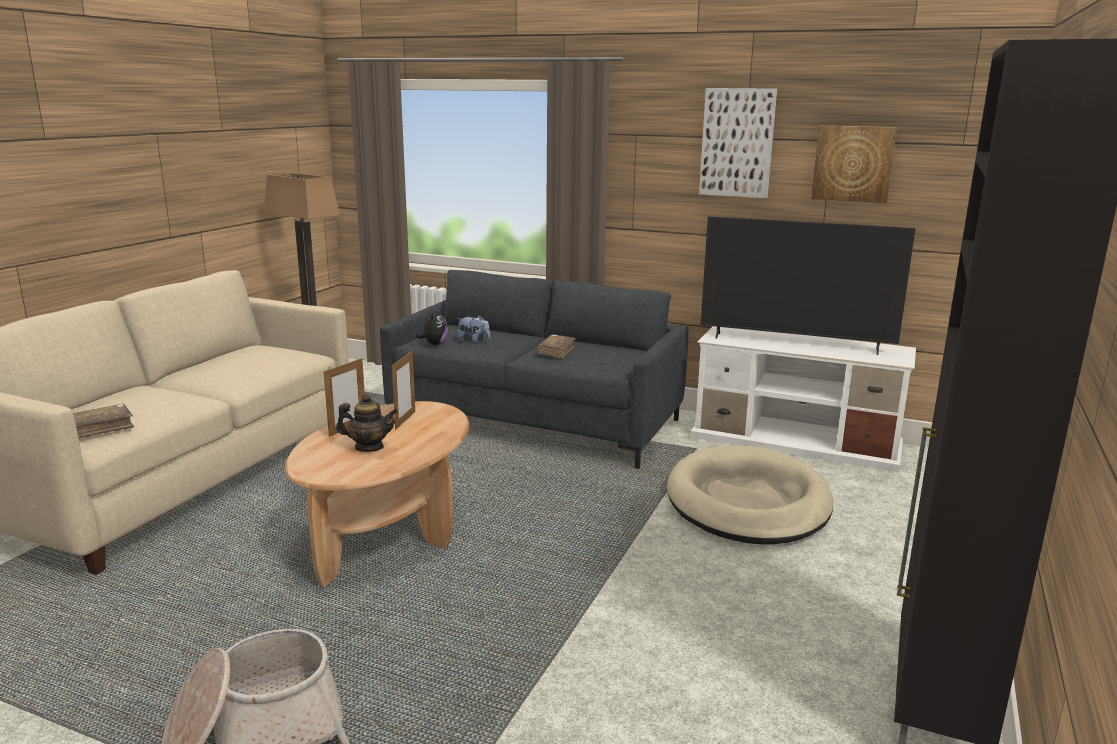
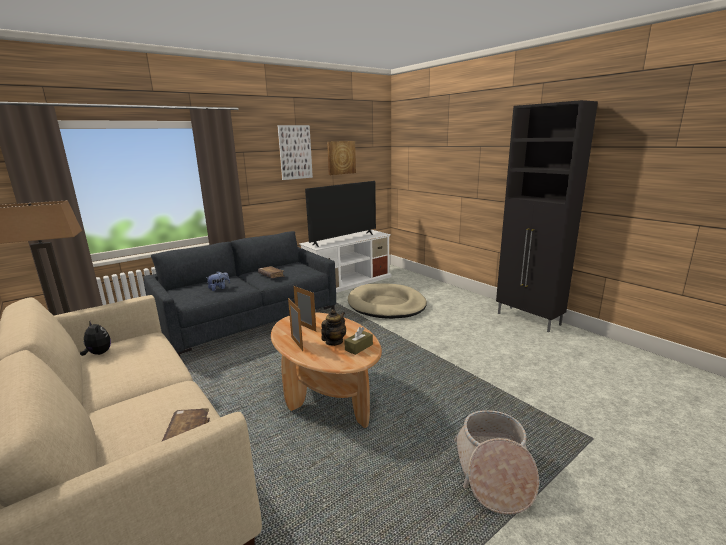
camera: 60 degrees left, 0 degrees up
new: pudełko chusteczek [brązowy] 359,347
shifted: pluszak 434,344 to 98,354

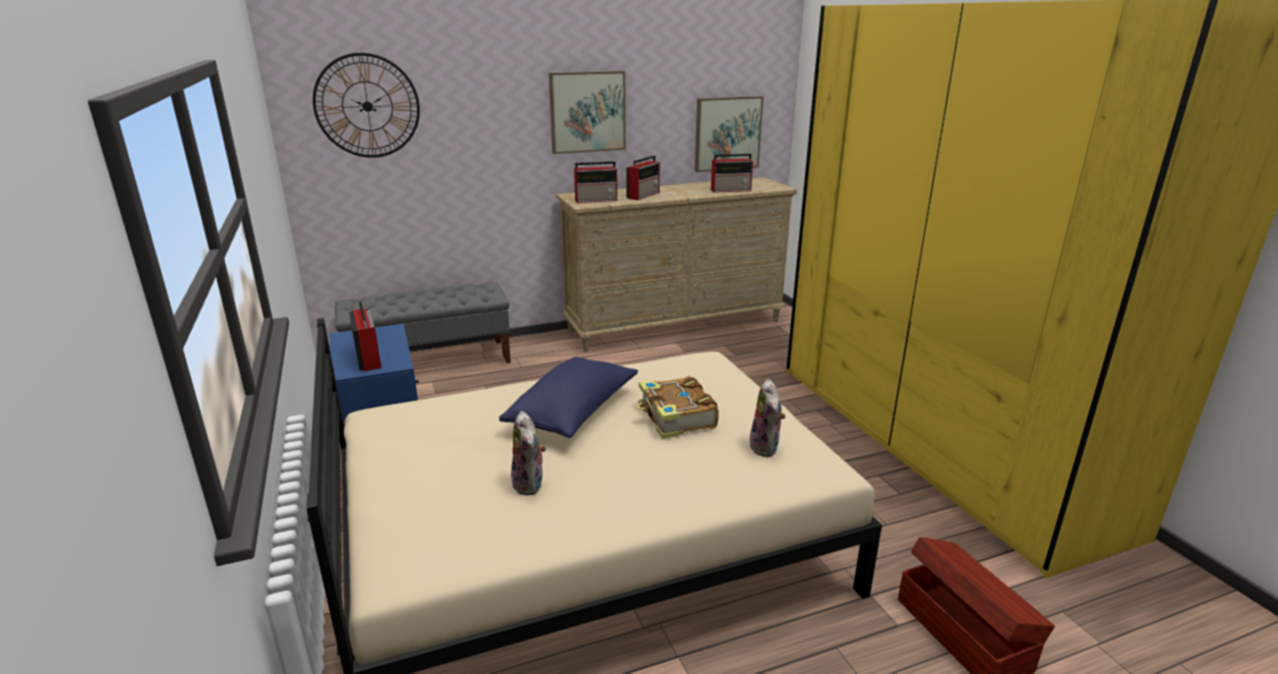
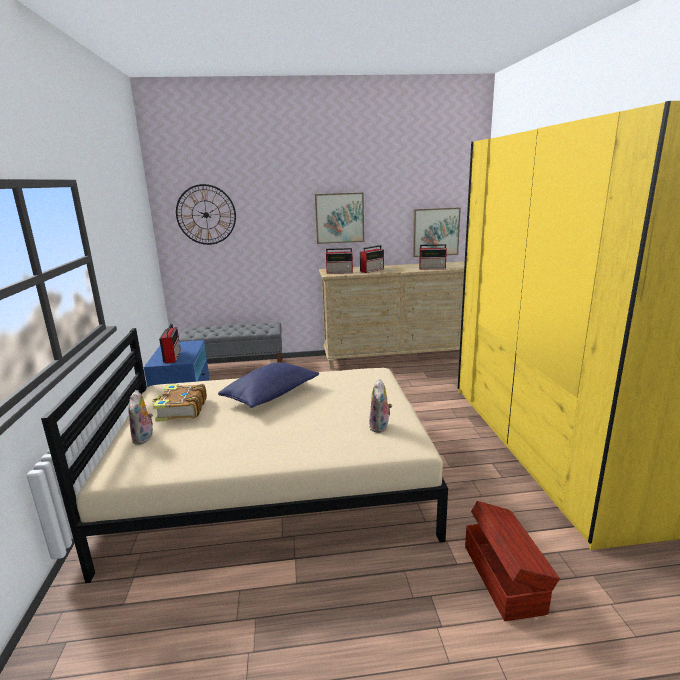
camera: 15 degrees right, 5 degrees down
shifted: pluszak 530,484 to 144,438; książka 676,418 to 181,410

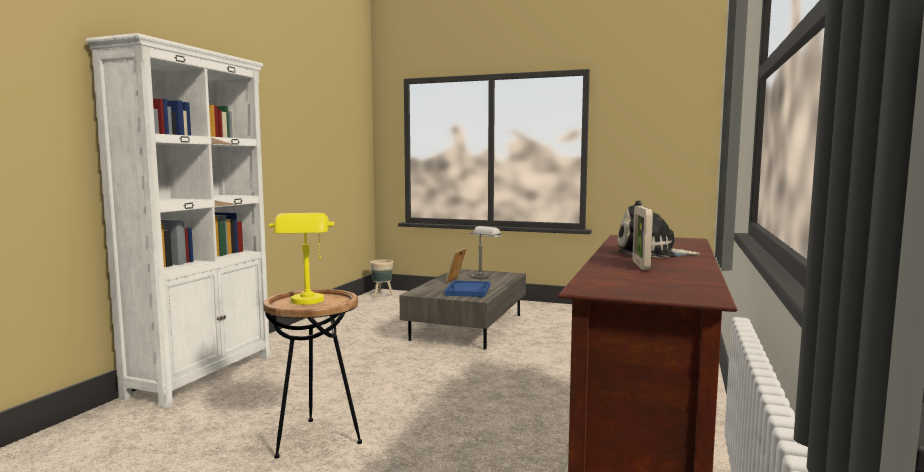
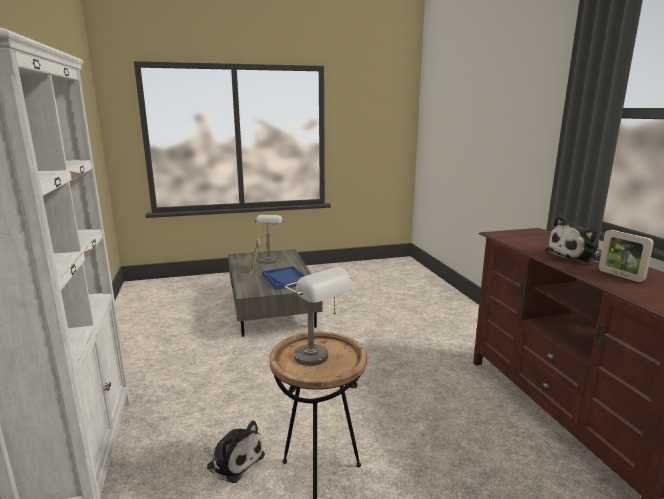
camera: 35 degrees left, 10 degrees up
gone: donica [beżowy] 382,295
new: pluszak 233,460
repainted: lampa stołowa [żółty] 307,303 to lampa stołowa [szary] 320,361

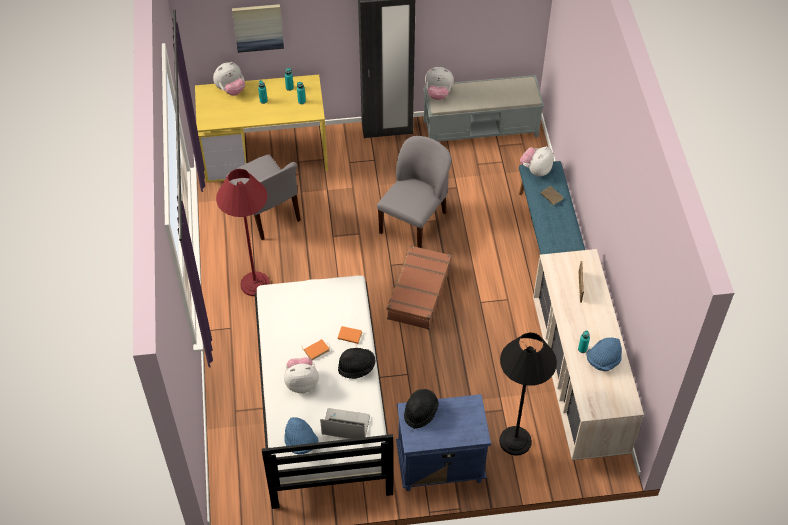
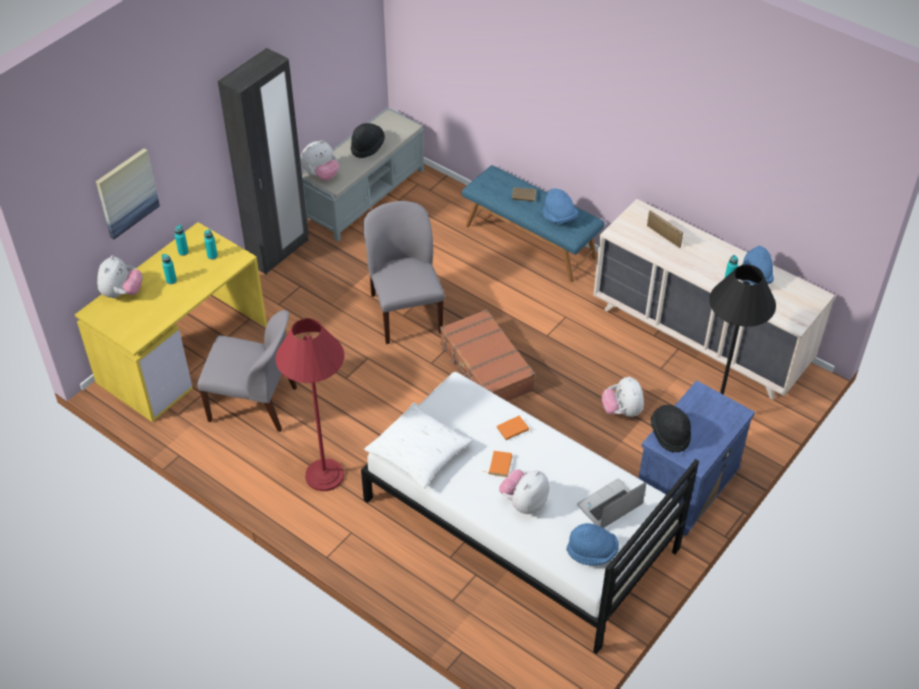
camera: 45 degrees left, 5 degrees down
new: poduszka [biały] 419,453; kapelusz [niebieski] 559,217
shifted: kapelusz [czarny] 357,367 to 367,147; pluszak 536,170 to 622,411

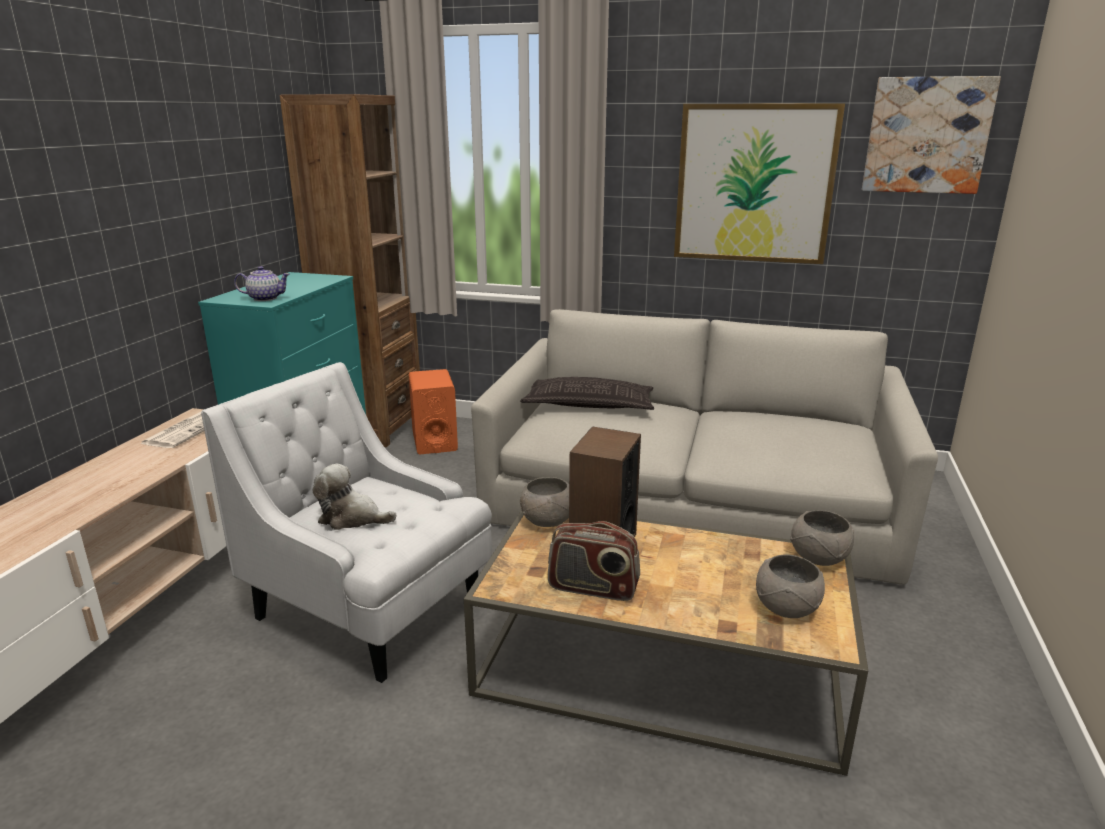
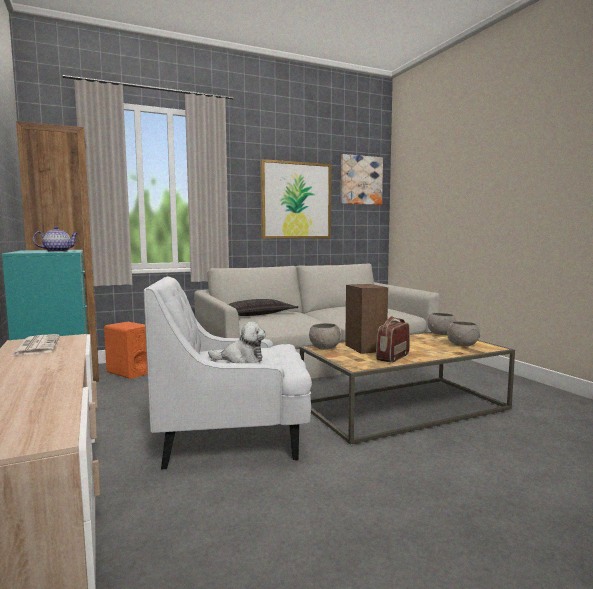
camera: 40 degrees left, 15 degrees down
rotated: pluszak 352,518 = 241,359 150 degrees counterclockwise; radio 593,588 = 392,357 150 degrees clockwise

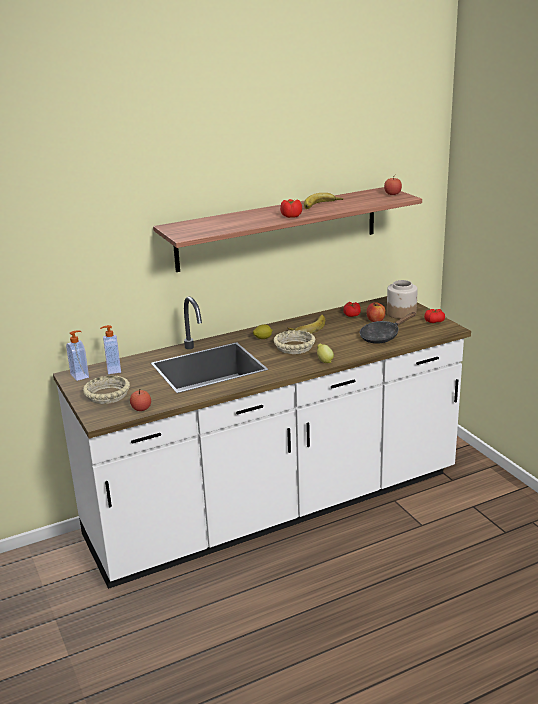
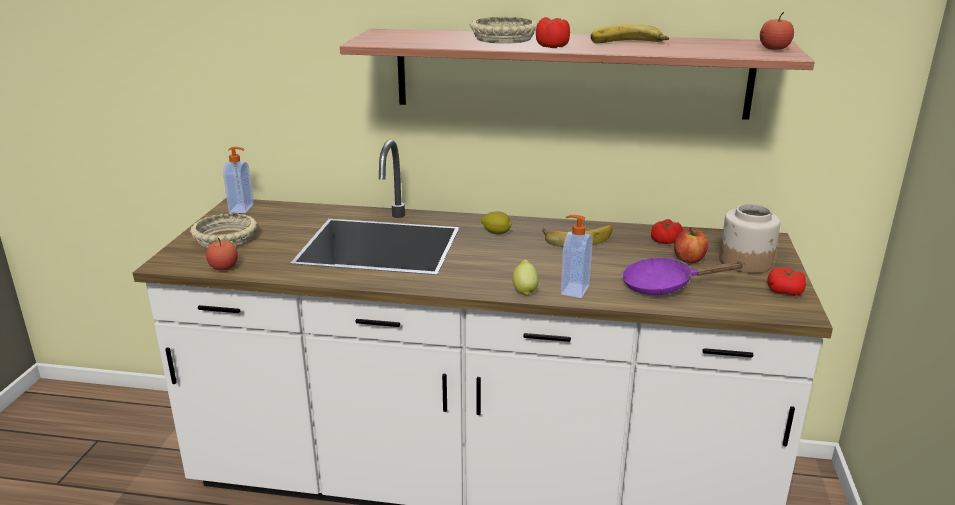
camera: 35 degrees right, 0 degrees up
shifted: dozownik mydła 113,369 to 574,290; miska [beżowy] 294,347 to 502,38
repainted: patelnia [czarny] 382,336 to patelnia [fioletowy] 664,285

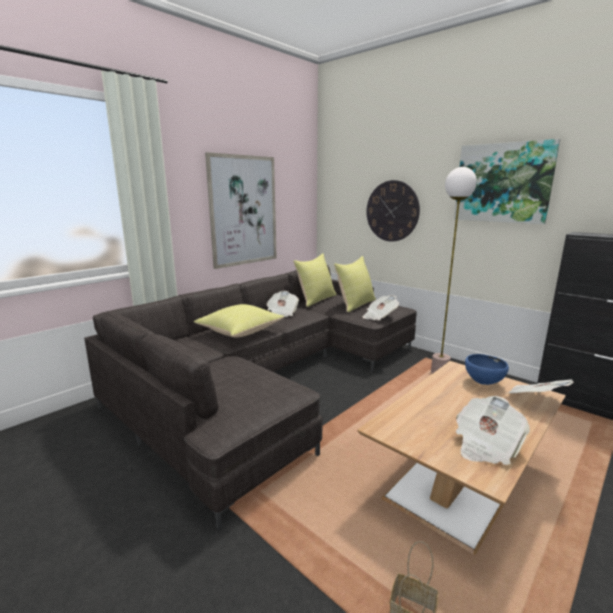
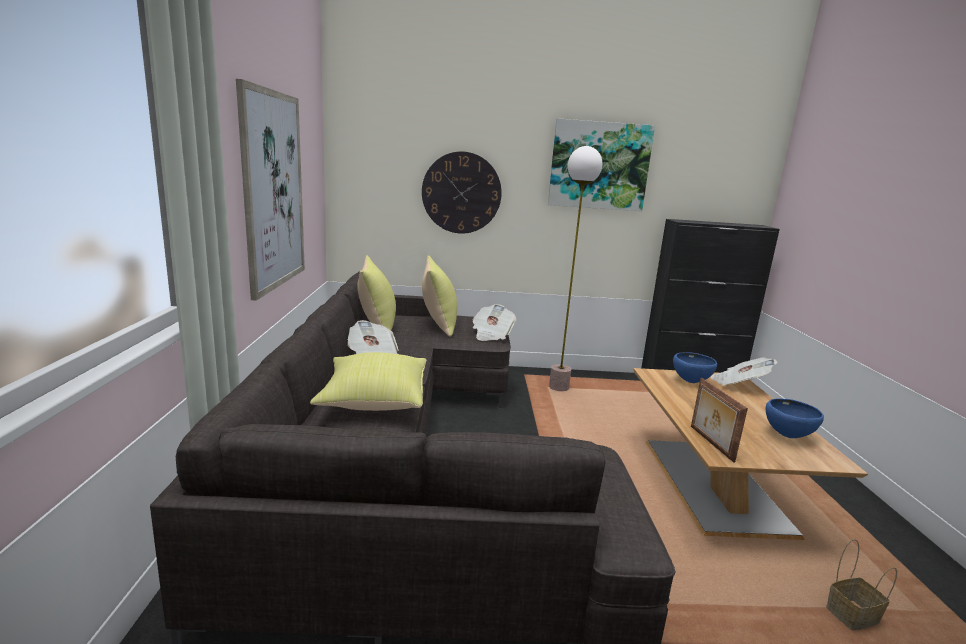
camera: 45 degrees left, 0 degrees up
new: ramka na zdjęcie 710,443
swapped: gazeta 485,445 to miska [niebieski] 788,435

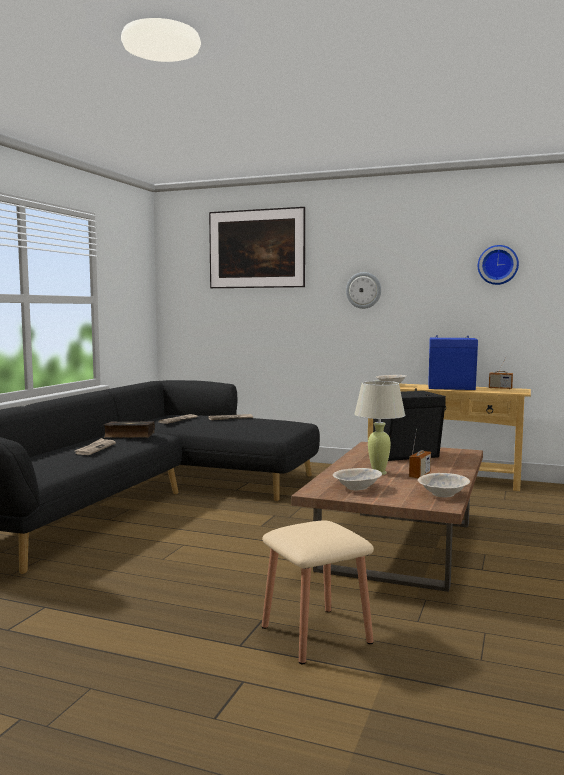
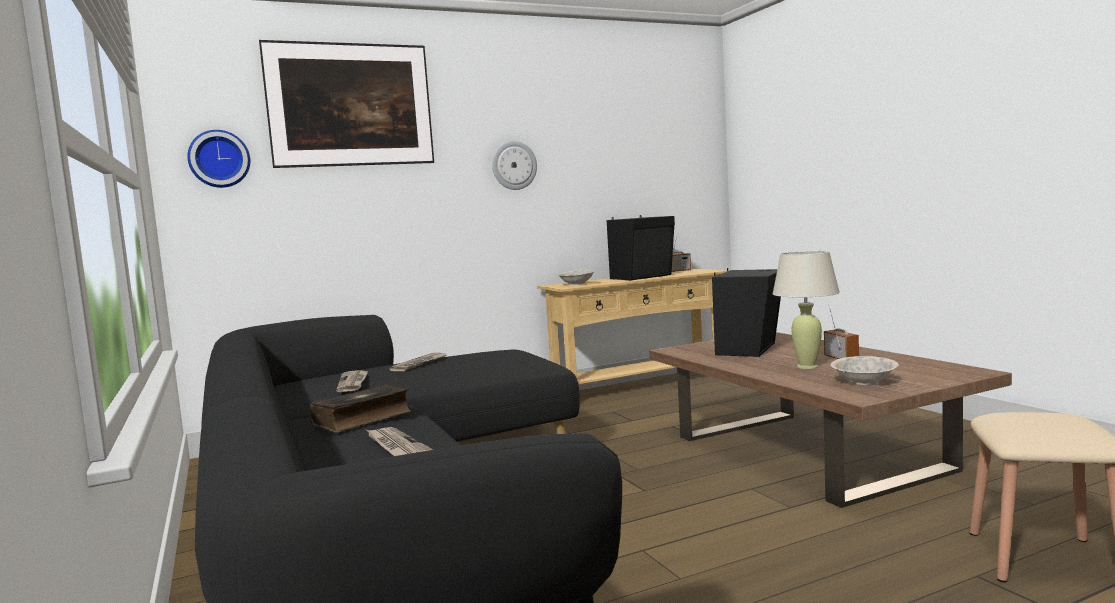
camera: 45 degrees left, 0 degrees up
gone: miska [beżowy] 443,494
shifted: zegar ścienny 498,265 to 219,159
repainted: głośnik [niebieski] 452,388 to głośnik [czarny] 643,277

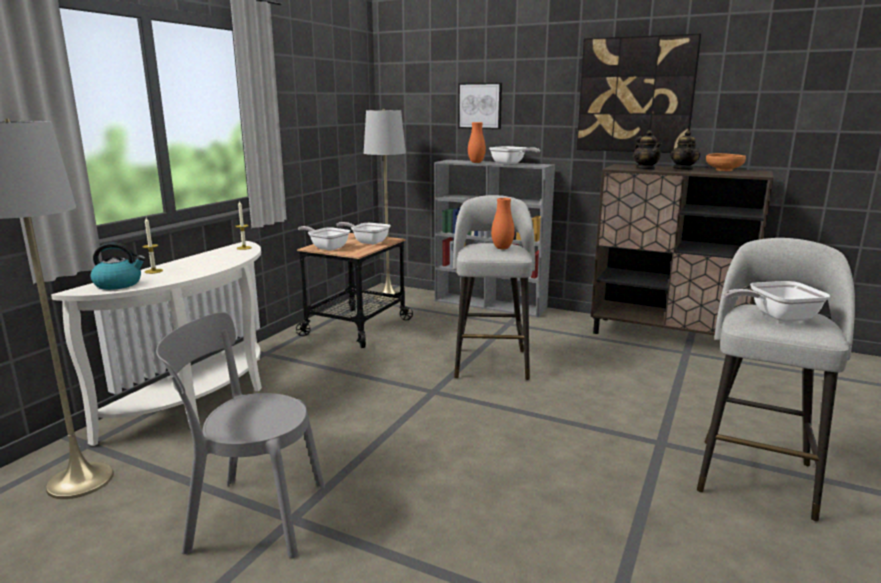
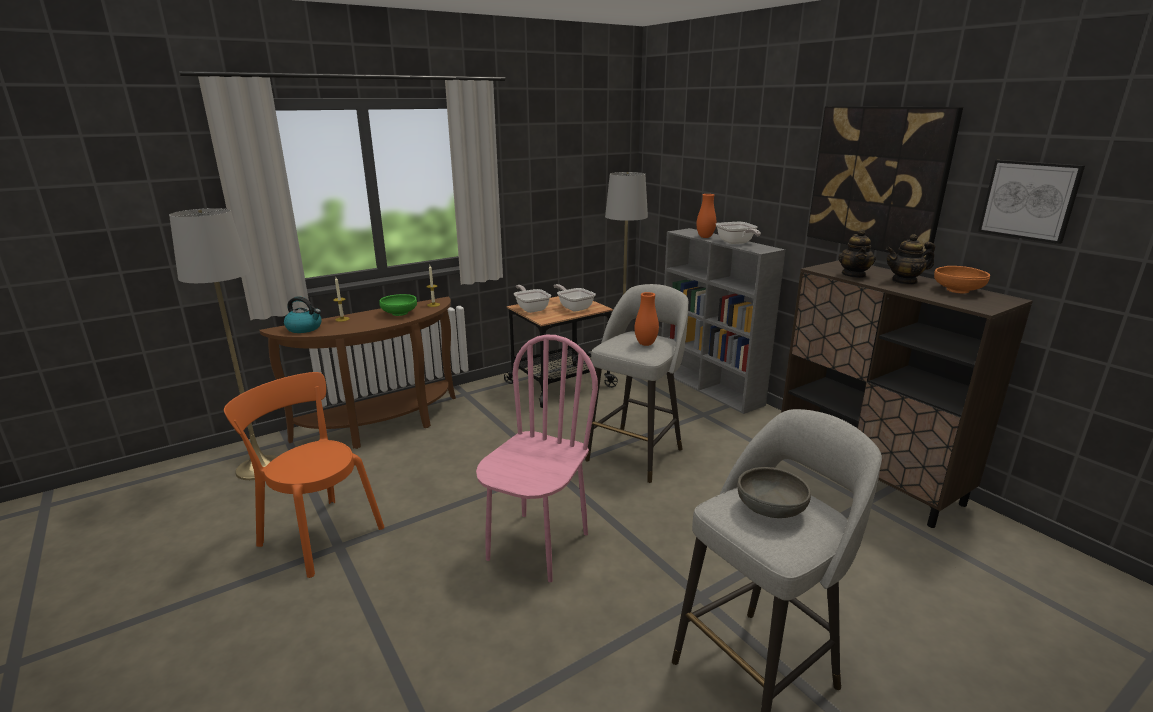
camera: 30 degrees right, 5 degrees up
new: miska [zielony] 399,313; krzesło [różowy] 537,546
shifted: obraz 480,106 to 1029,200
swapped: patelnia 776,317 to miska [szary] 770,509
repainted: stolik konsolowy [biały] 204,401 to stolik konsolowy [brązowy] 383,427; krzesło [szary] 251,516 to krzesło [pomarańczowy] 318,534
rotated: imbryk 683,169 = 905,281 45 degrees clockwise

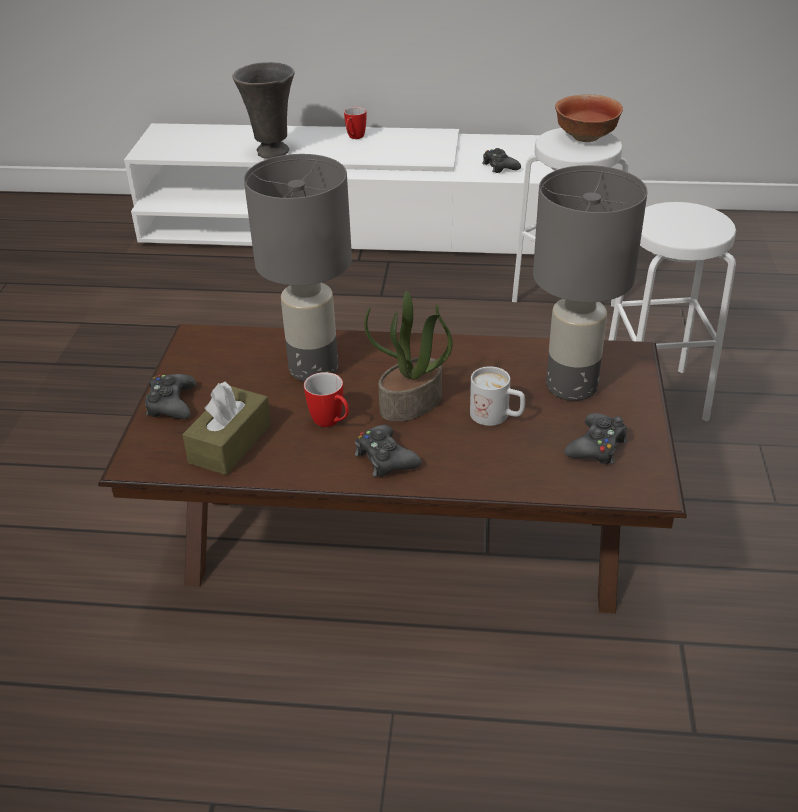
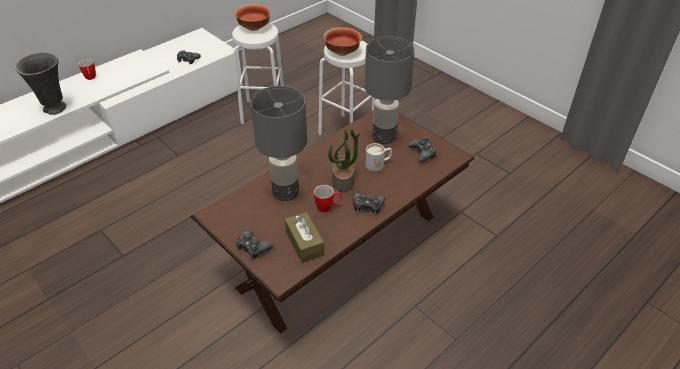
camera: 50 degrees left, 5 degrees up
new: miska 342,52

